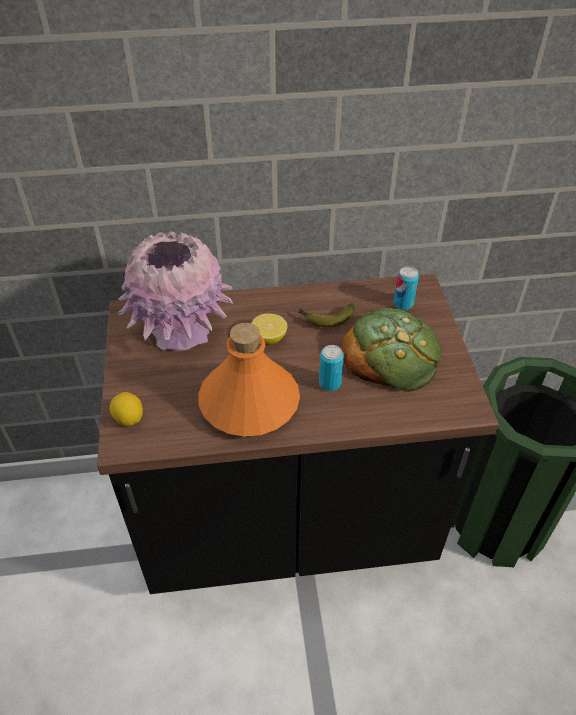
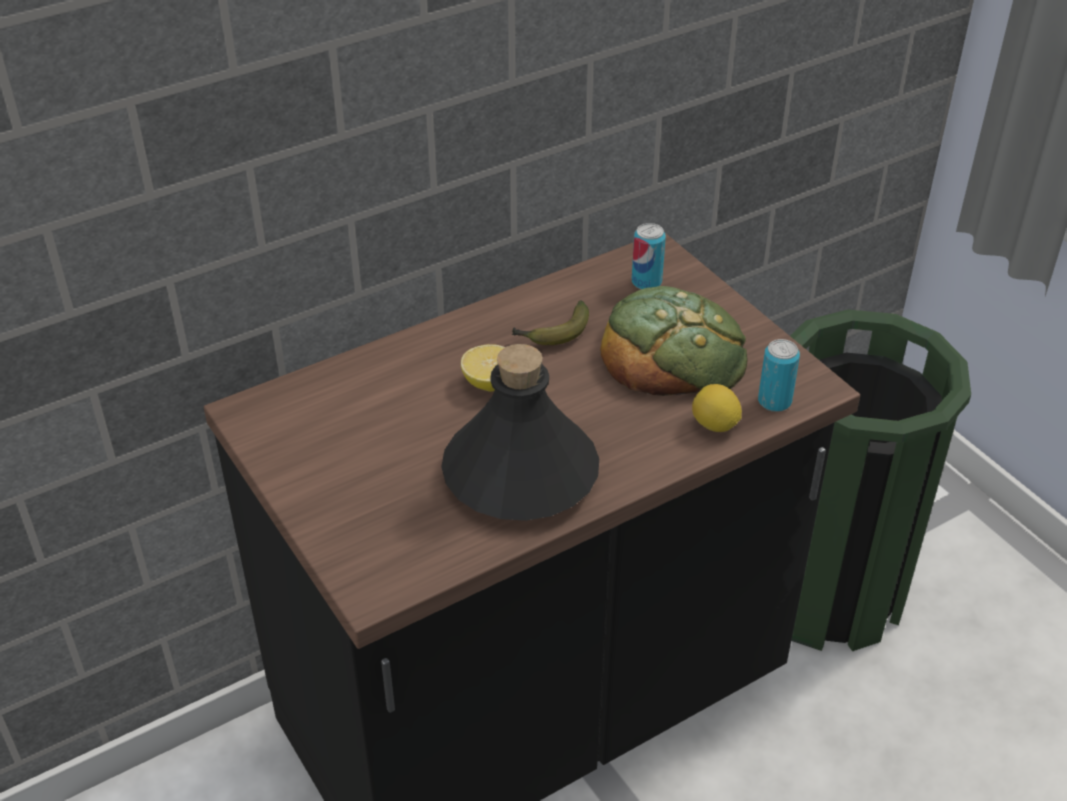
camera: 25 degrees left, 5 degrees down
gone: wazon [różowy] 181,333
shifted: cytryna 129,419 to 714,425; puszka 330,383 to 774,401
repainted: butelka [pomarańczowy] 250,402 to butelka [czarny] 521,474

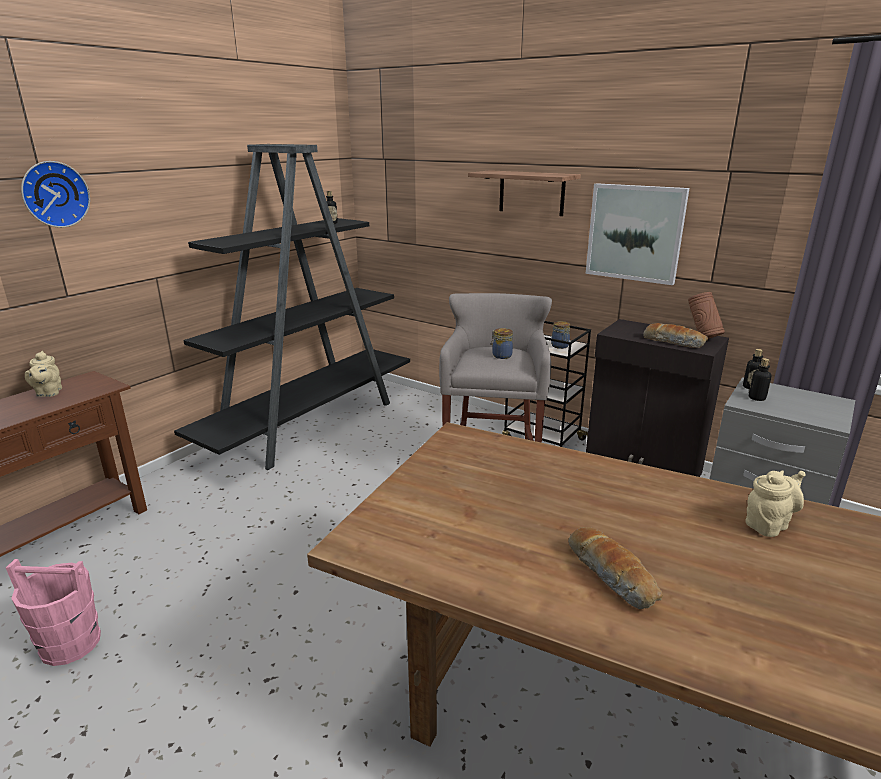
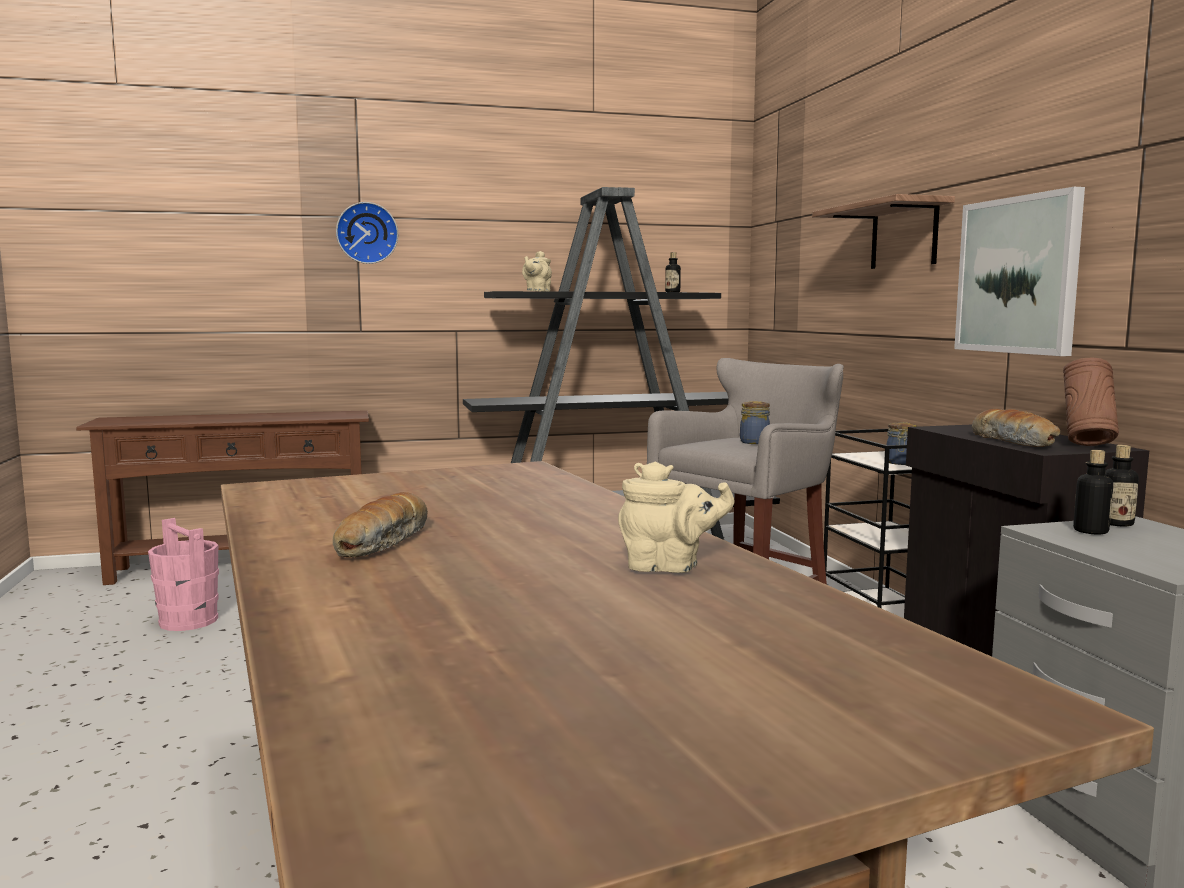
camera: 40 degrees right, 15 degrees down
shifted: imbryk [beżowy] 48,393 to 537,291

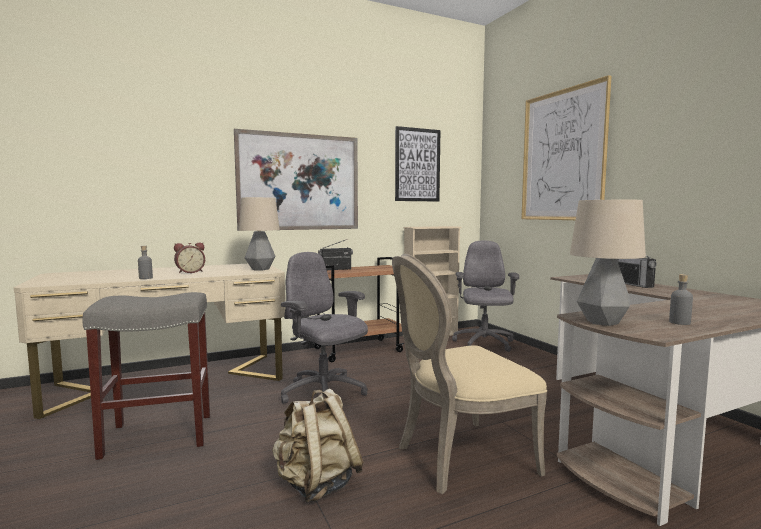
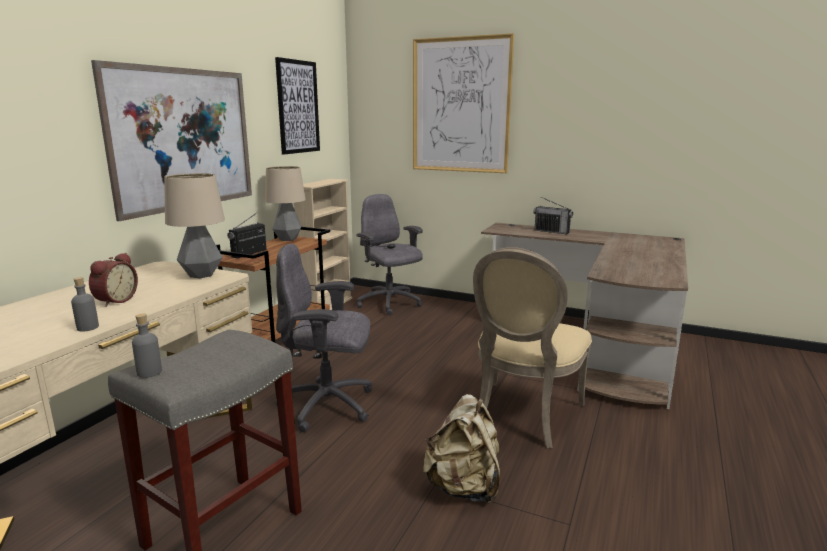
camera: 40 degrees left, 10 degrees up
shifted: lampa stołowa 602,322 to 287,239; butelka [szary] 679,322 to 149,372

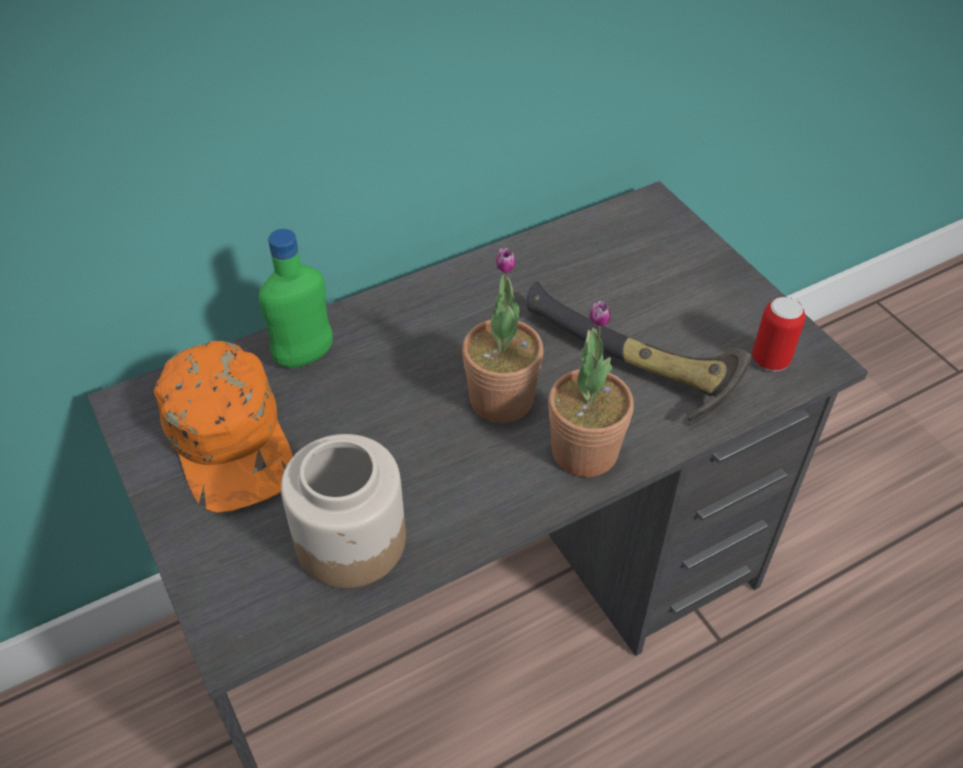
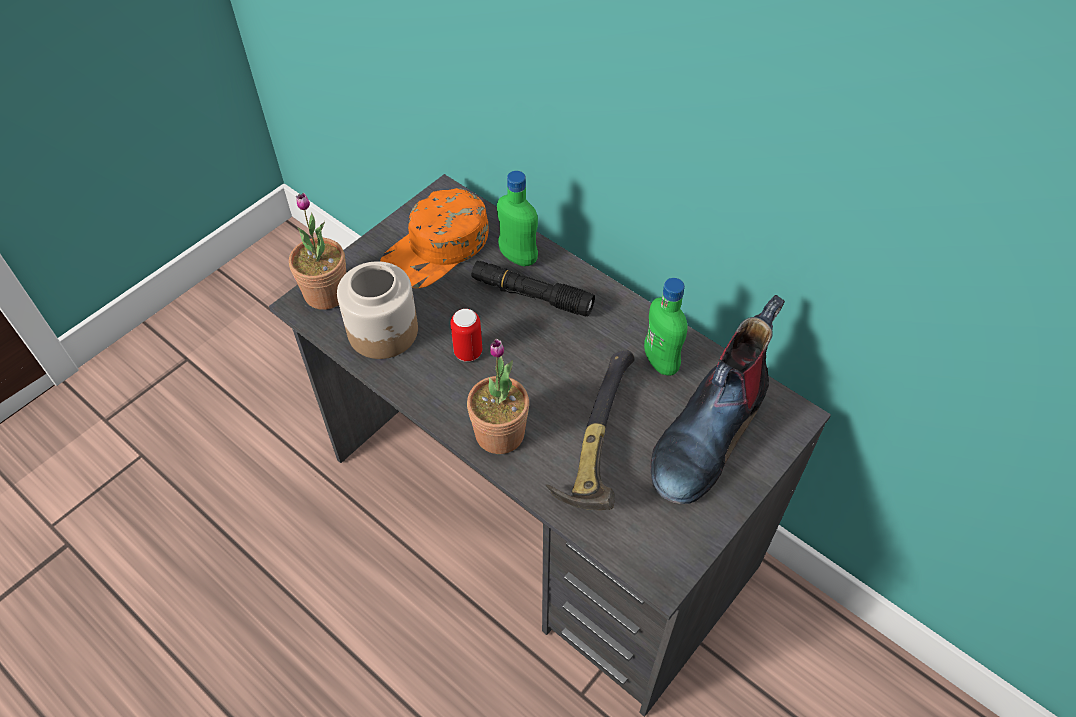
camera: 70 degrees right, 5 degrees up
new: latarka [czarny] 531,295; butelka [zielony] 661,362; but z cholewką 708,433
shifted: roślina doniczkowa 501,399 to 326,293; puszka 770,360 to 468,352

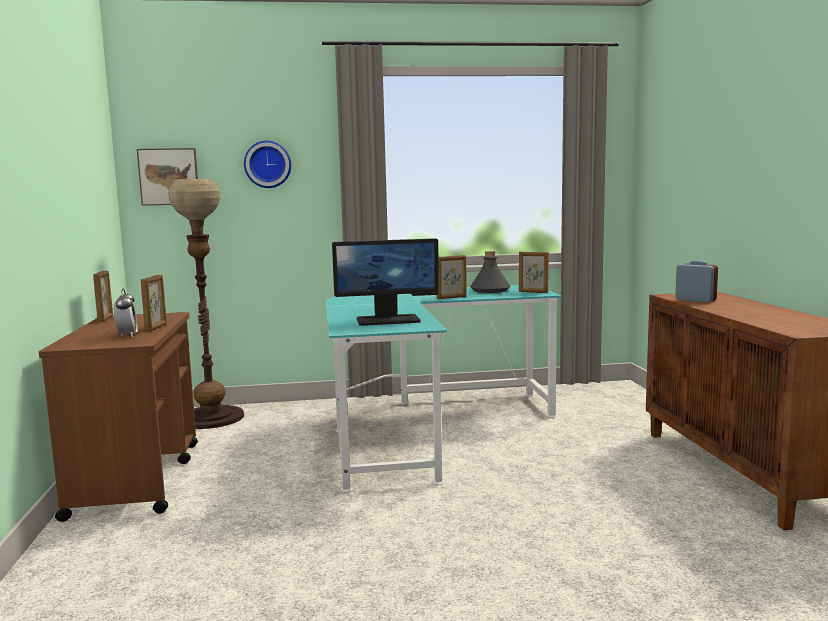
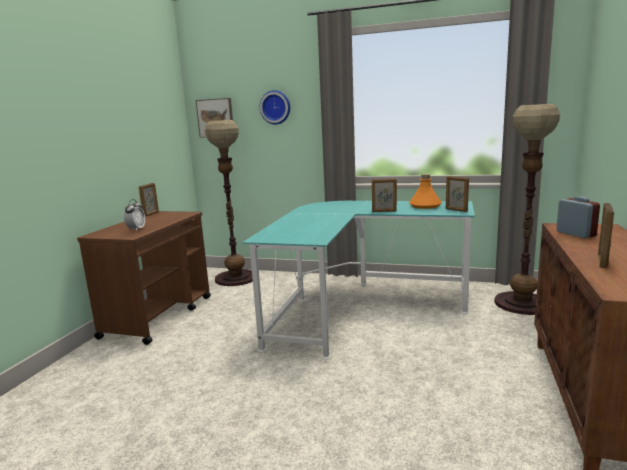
camera: 25 degrees right, 5 degrees up
gone: monitor 388,320
new: lampa stojąca 522,303
shifted: ramka na zdjęcie 156,328 to 602,261
repainted: butelka [szary] 490,290 to butelka [pomarańczowy] 425,206

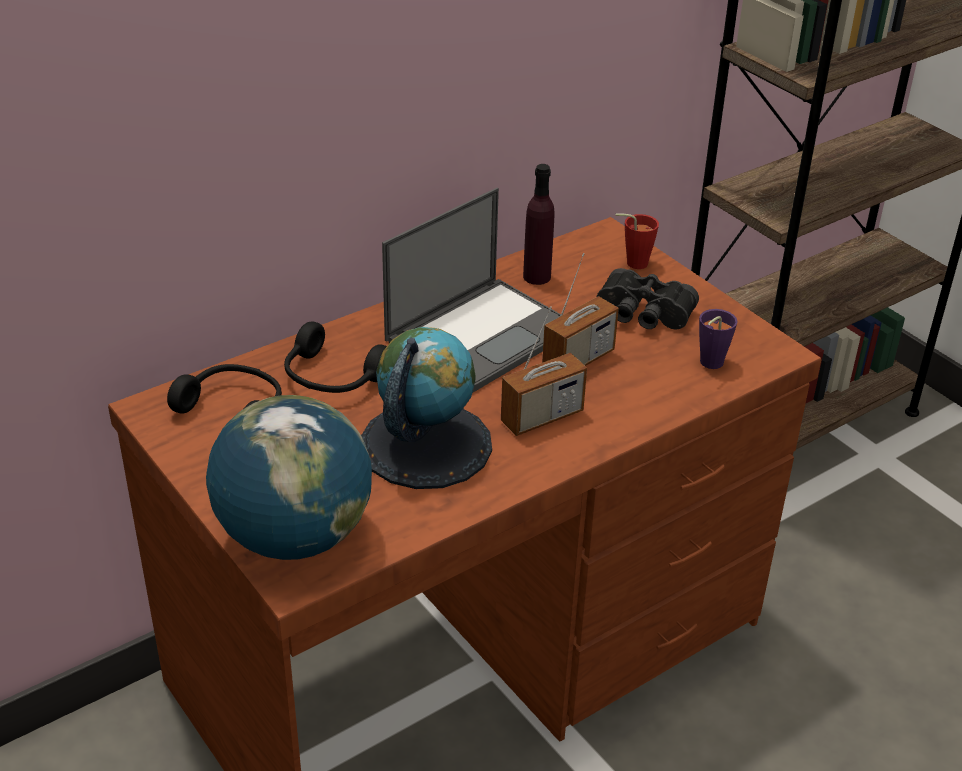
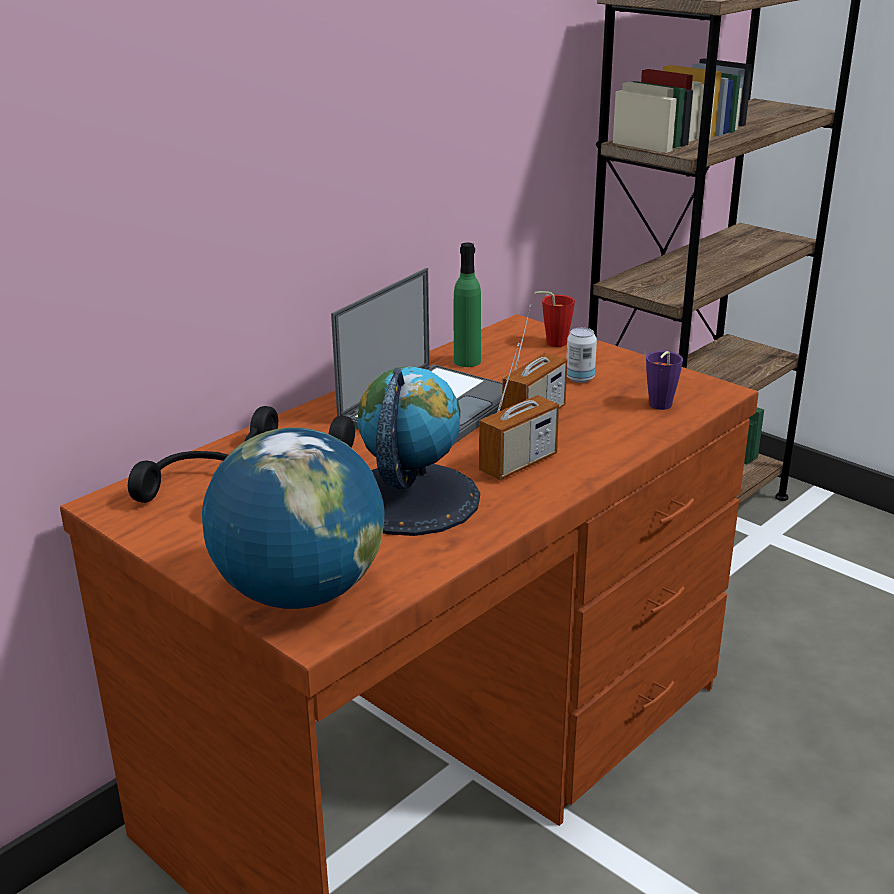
camera: 10 degrees left, 10 degrees down
swapped: lornetka [czarny] 643,315 to puszka 580,378
repainted: butelka [fioletowy] 536,277 to butelka [zielony] 467,361

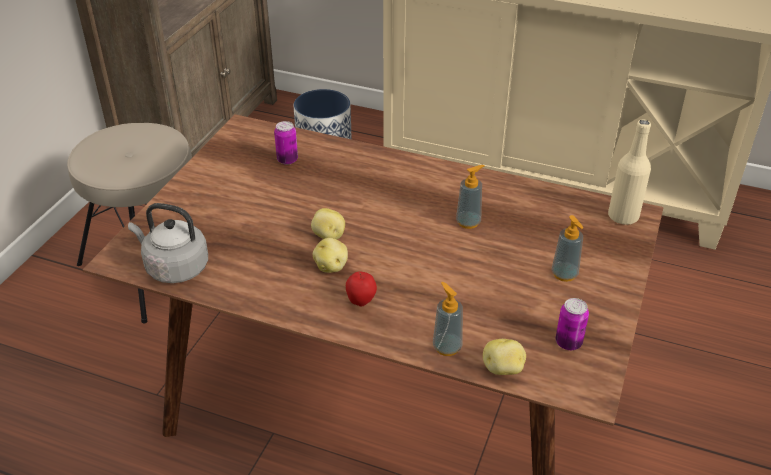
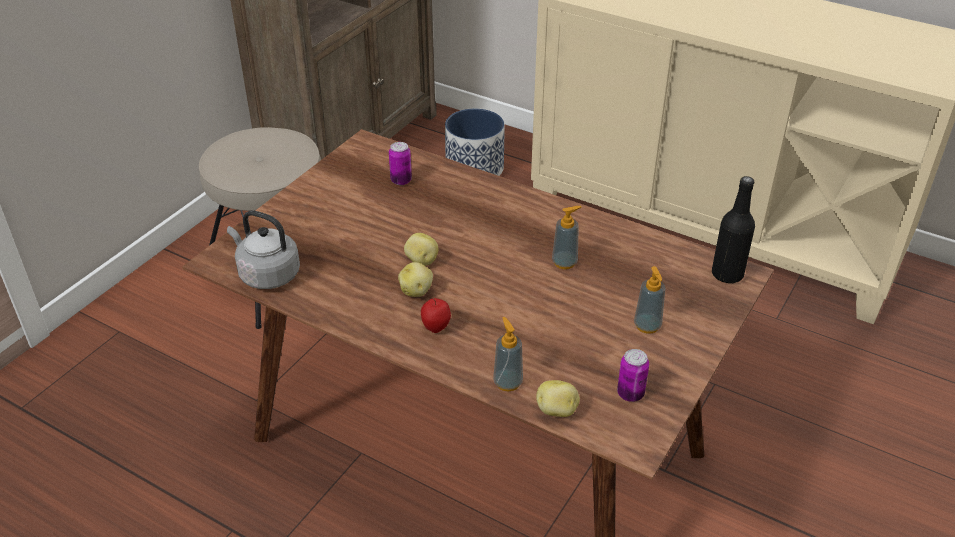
camera: 10 degrees right, 0 degrees up
repainted: butelka [beżowy] 623,216 to butelka [czarny] 727,274

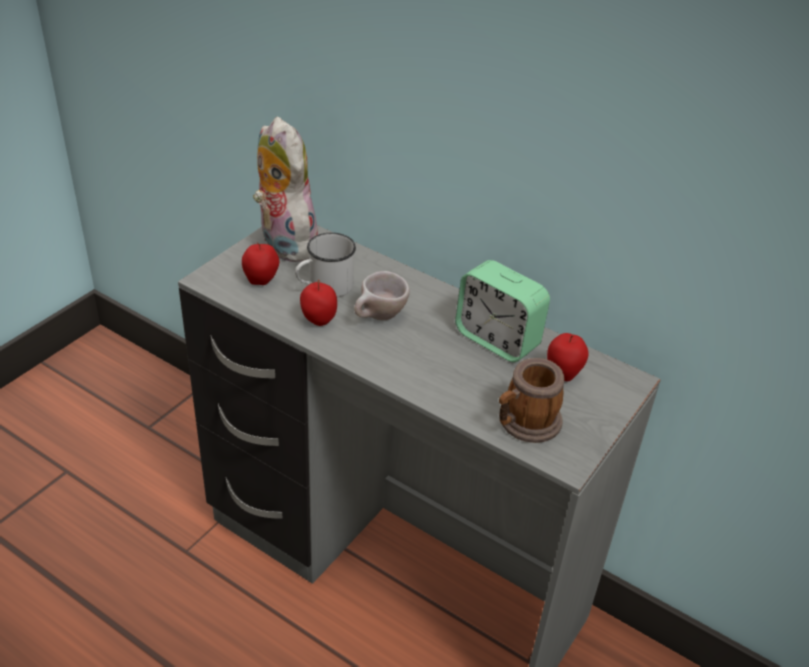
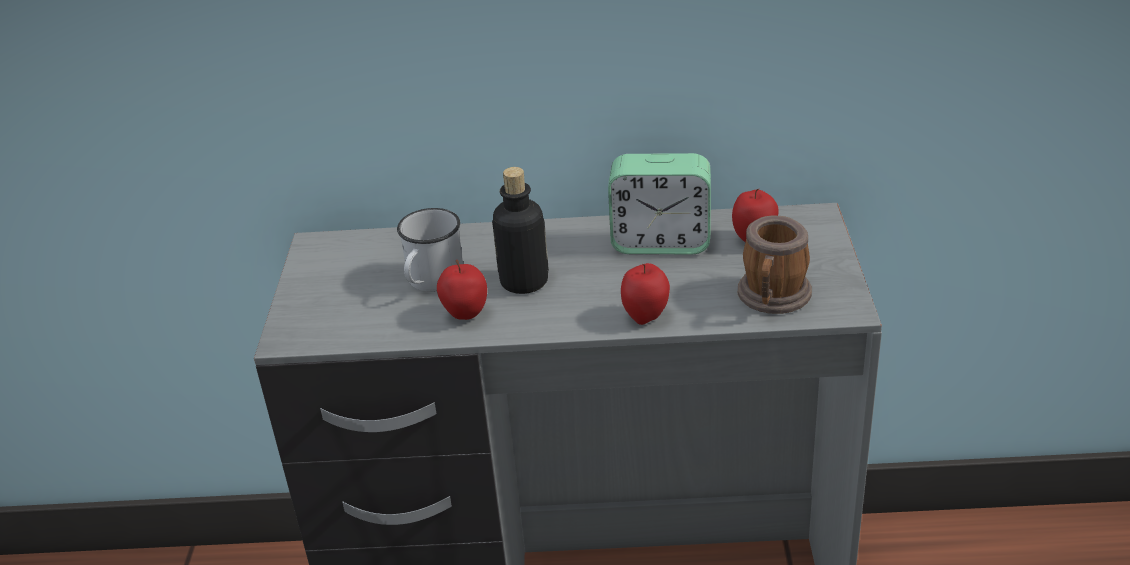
camera: 30 degrees left, 5 degrees down
gone: pluszak 283,244
shifted: jabłko 261,281 to 645,317
swapped: filiżanka [beżowy] 379,318 to butelka 524,281

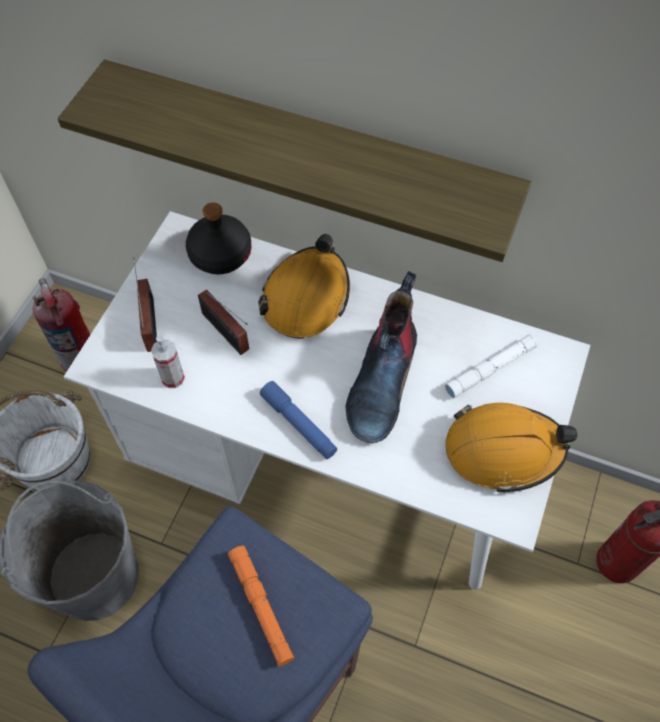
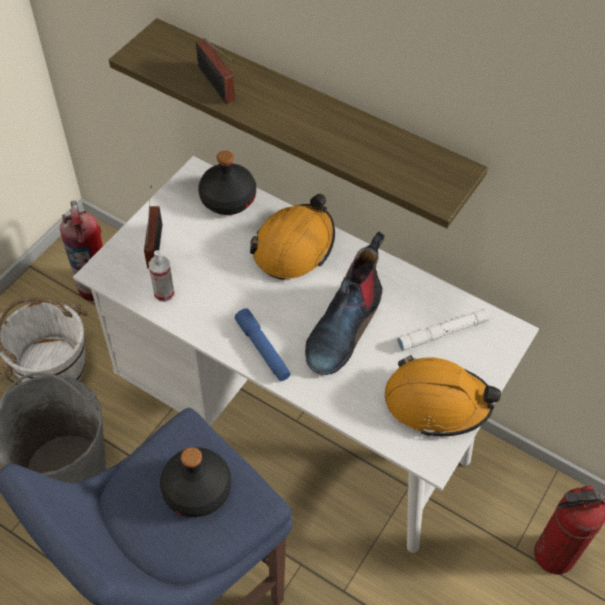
camera: 10 degrees right, 5 degrees down
shifted: radio 227,334 to 217,86
swapped: latarka [pomarańczowy] 261,606 to butelka [czarny] 196,490

